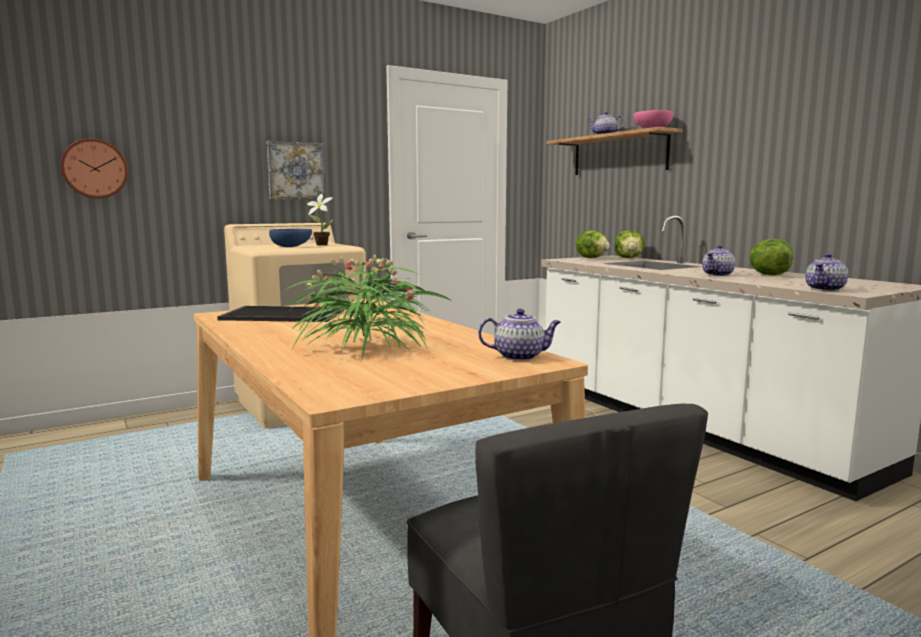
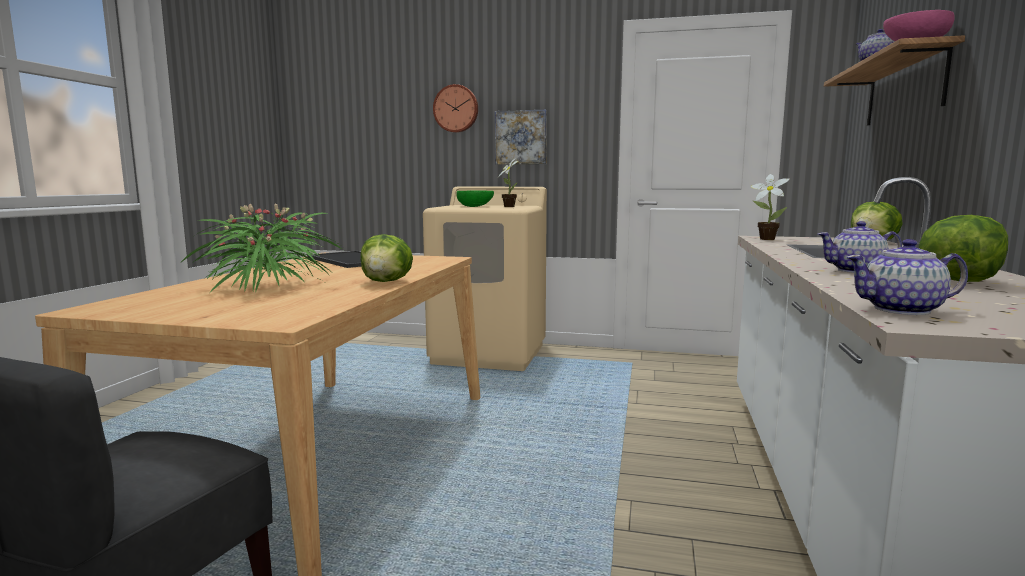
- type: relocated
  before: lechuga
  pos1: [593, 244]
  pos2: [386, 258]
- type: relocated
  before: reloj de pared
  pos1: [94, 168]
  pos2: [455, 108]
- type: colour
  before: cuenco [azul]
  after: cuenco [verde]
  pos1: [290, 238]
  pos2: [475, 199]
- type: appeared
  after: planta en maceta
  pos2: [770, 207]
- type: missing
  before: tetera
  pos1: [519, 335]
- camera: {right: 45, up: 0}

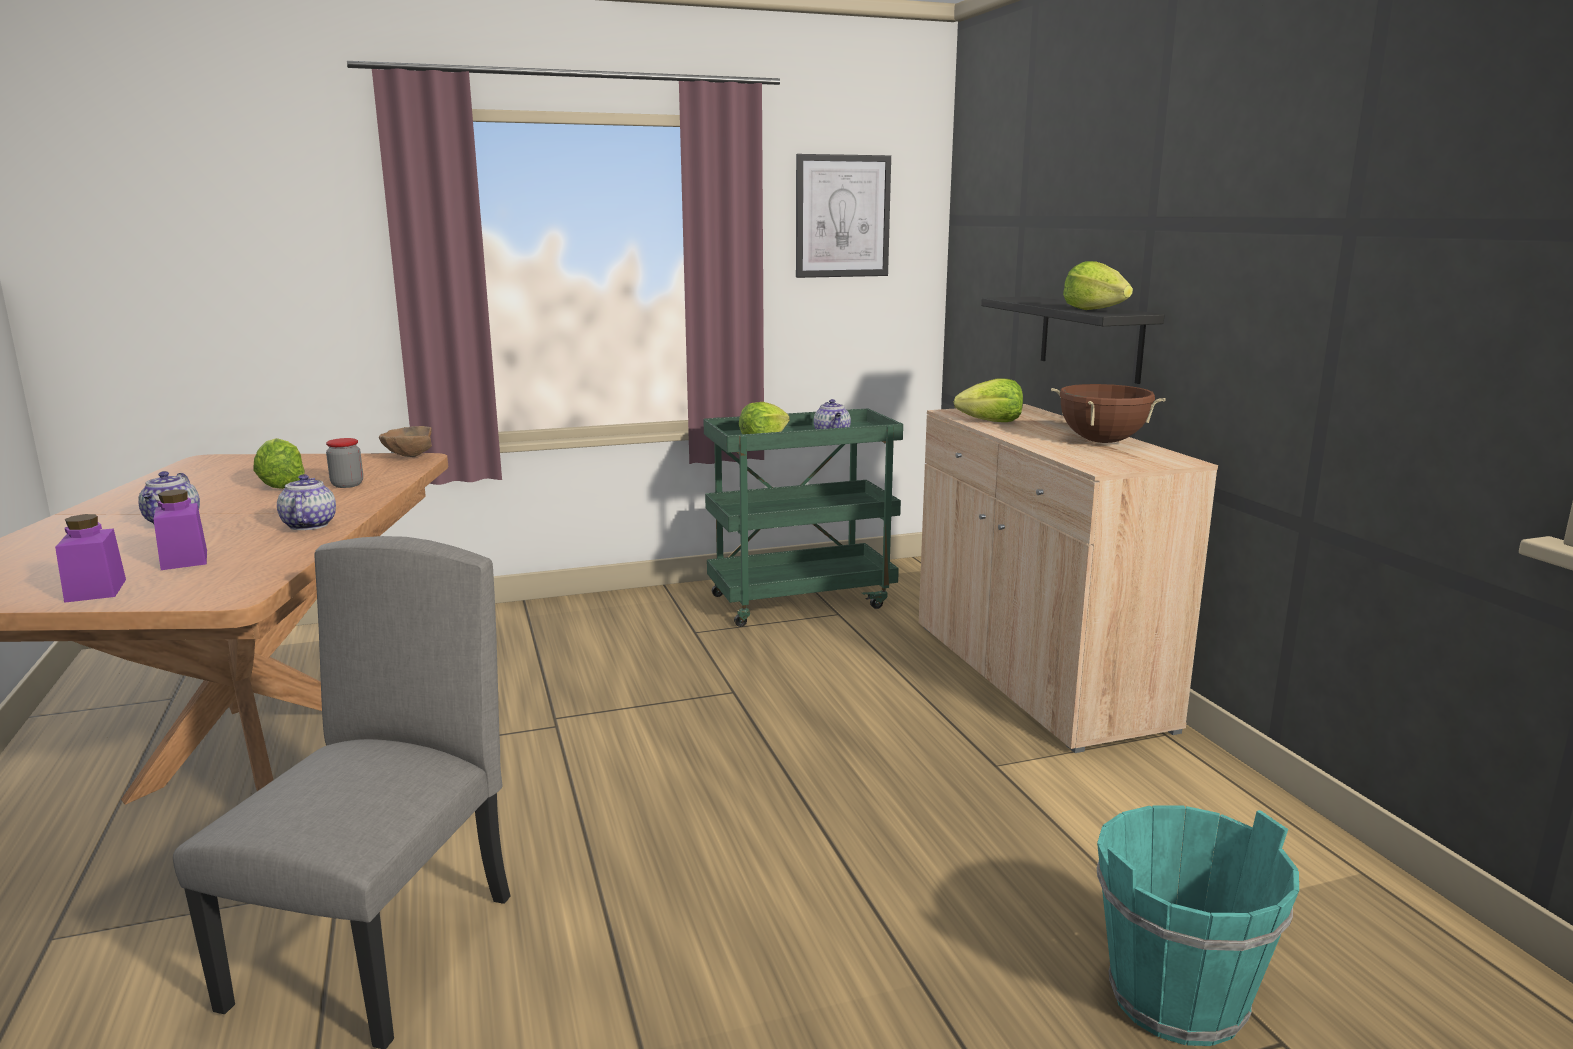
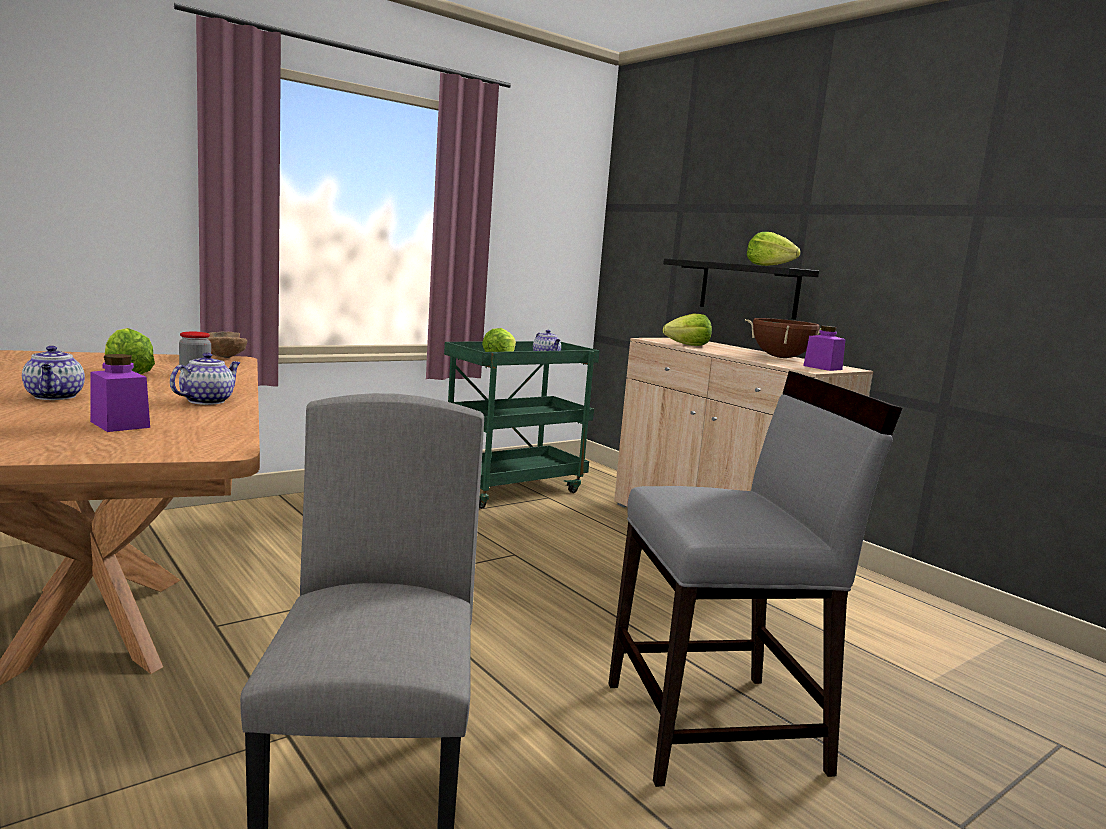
- type: spun
  before: tetera
  pos1: [306, 502]
  pos2: [205, 378]
  turn: 60
- type: appeared
  after: silla [gris]
  pos2: [755, 579]
- type: relocated
  before: tarro [morado]
  pos1: [90, 558]
  pos2: [824, 348]
- type: missing
  before: cuadro
  pos1: [843, 216]
- type: missing
  before: cubo [turquesa]
  pos1: [1197, 925]
- camera: {right: -20, up: -5}

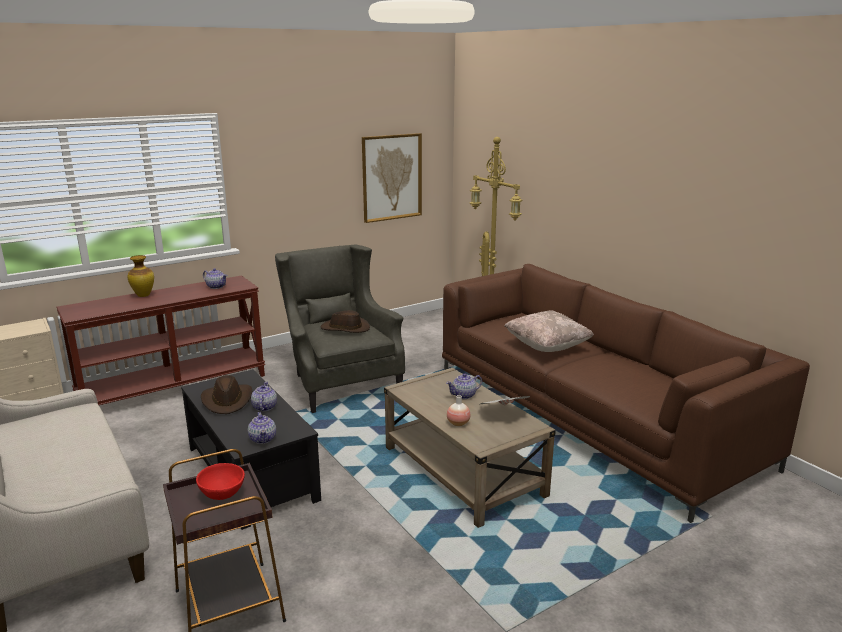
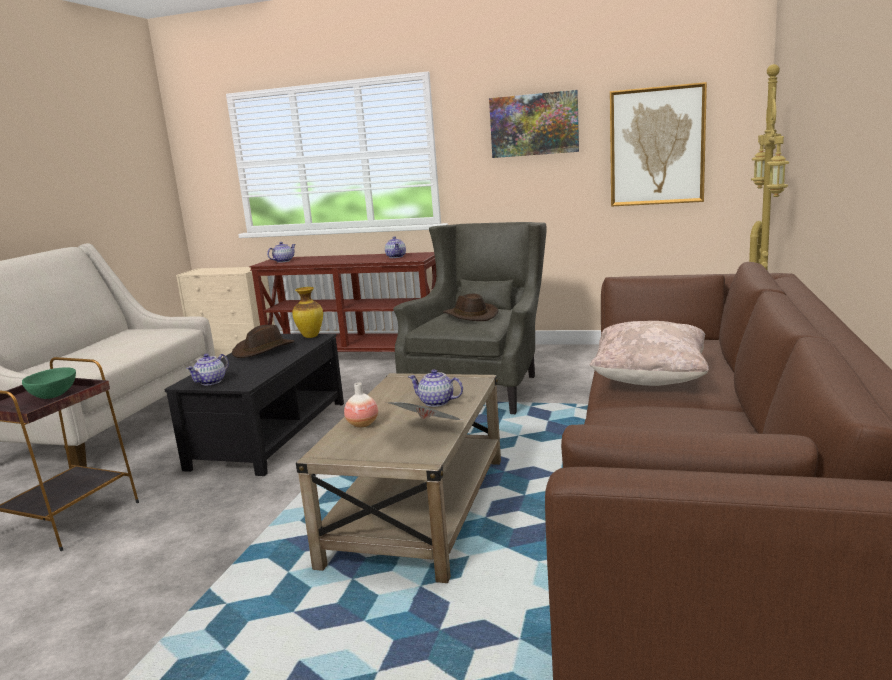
- type: colour
  before: cuenco [rojo]
  after: cuenco [verde]
  pos1: [220, 481]
  pos2: [49, 383]
- type: relocated
  before: tetera
  pos1: [264, 396]
  pos2: [281, 252]
- type: relocated
  before: florero
  pos1: [141, 276]
  pos2: [307, 312]
- type: appeared
  after: cuadro
  pos2: [534, 124]
- camera: {right: 50, up: -5}

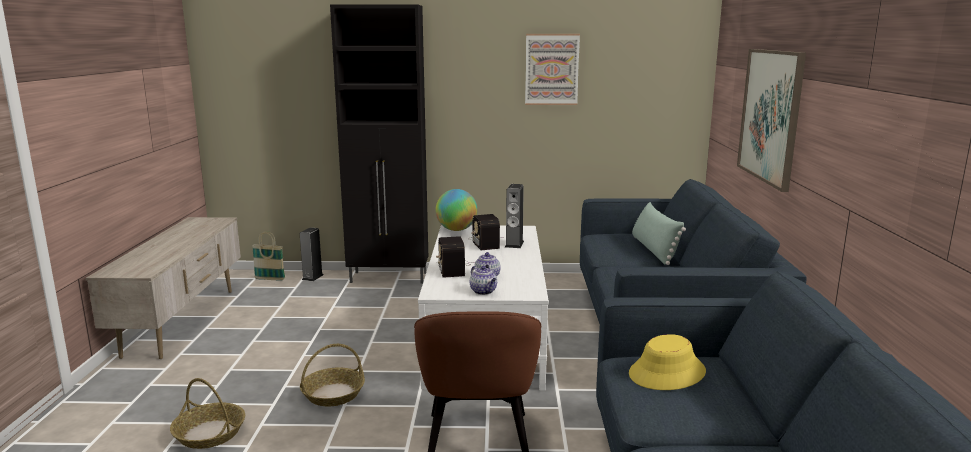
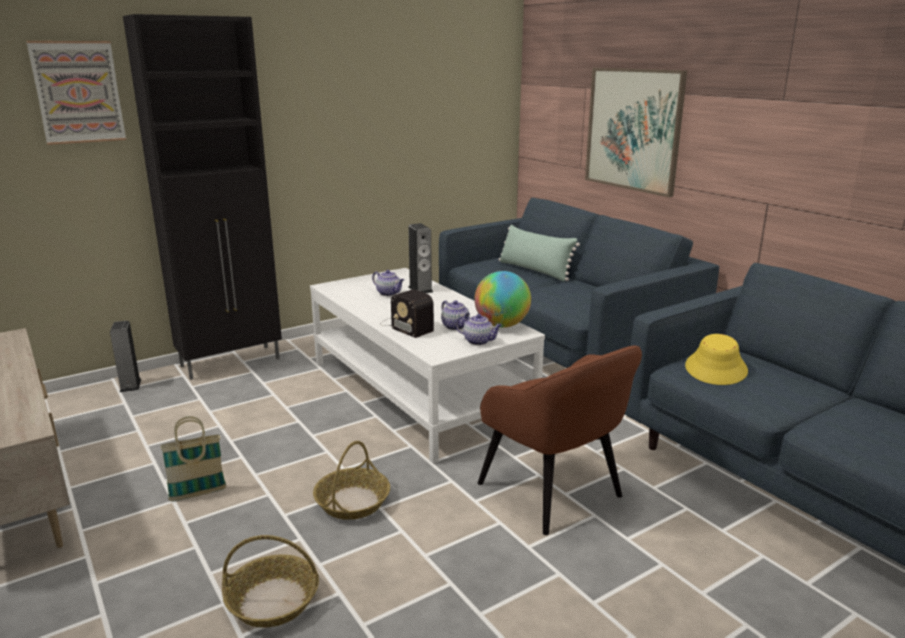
- type: relocated
  before: cuadro
  pos1: [552, 69]
  pos2: [76, 93]
- type: relocated
  before: cesta
  pos1: [269, 255]
  pos2: [193, 458]
- type: exchanged
  before: radio
  after: tetera
  pos1: [484, 232]
  pos2: [388, 283]
- type: relocated
  before: globo terráqueo
  pos1: [456, 210]
  pos2: [502, 299]
- camera: {right: -35, up: 5}

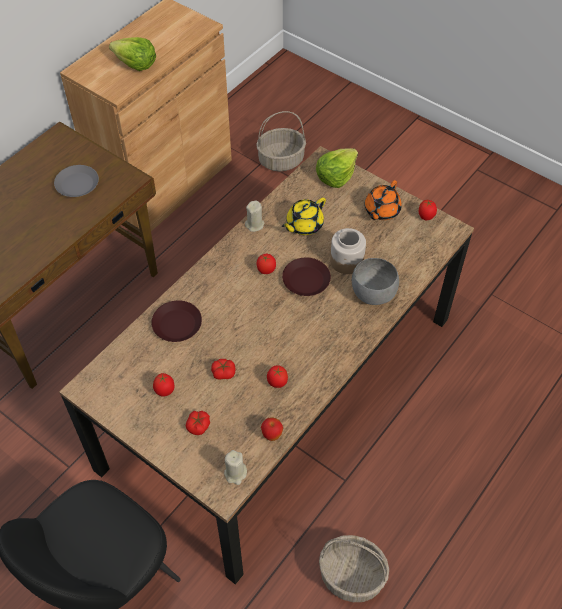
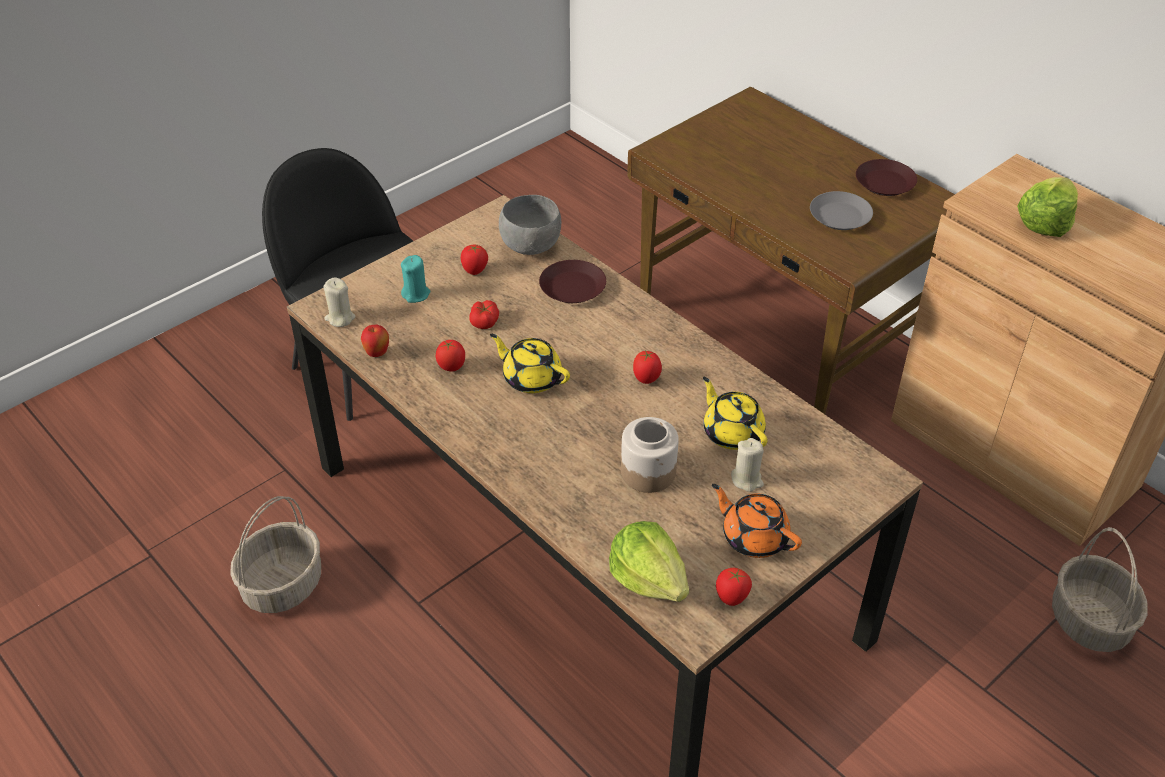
- type: exchanged
  before: tomate
  after: vela [turquesa]
  pos1: [198, 423]
  pos2: [415, 279]
- type: appeared
  after: tetera [amarillo]
  pos2: [530, 363]
- type: relocated
  before: cuenco [gris]
  pos1: [375, 281]
  pos2: [530, 225]
- type: relocated
  before: lechuga
  pos1: [337, 168]
  pos2: [649, 561]
- type: relocated
  before: vela [beis]
  pos1: [254, 216]
  pos2: [747, 465]
- type: relocated
  before: plato [marrón]
  pos1: [306, 277]
  pos2: [886, 177]
- camera: {right: 100, up: -10}

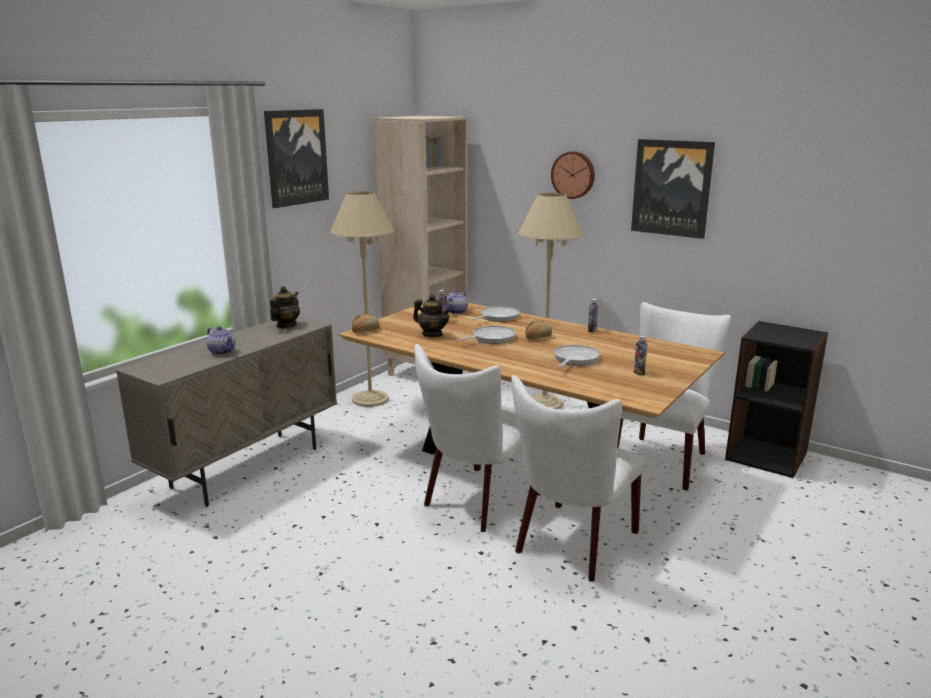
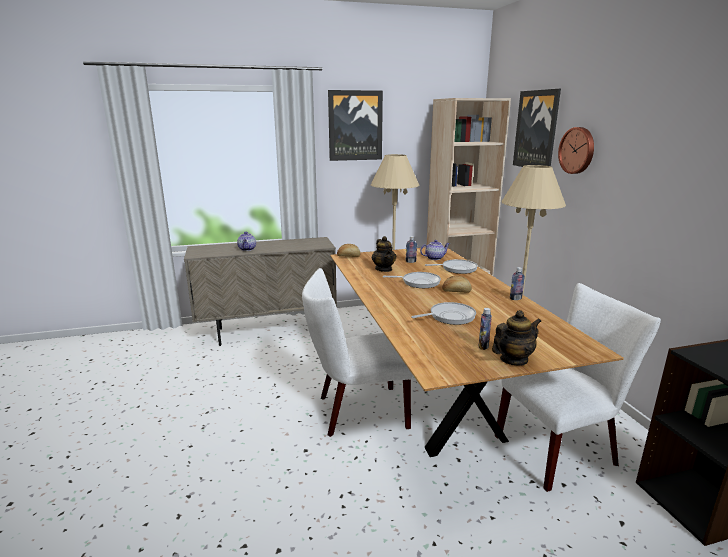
- type: relocated
  before: tetera
  pos1: [285, 307]
  pos2: [517, 338]
- type: relocated
  before: cuadro
  pos1: [673, 189]
  pos2: [537, 128]
- type: missing
  before: silla [blanco]
  pos1: [578, 478]
- camera: {right: 40, up: 0}

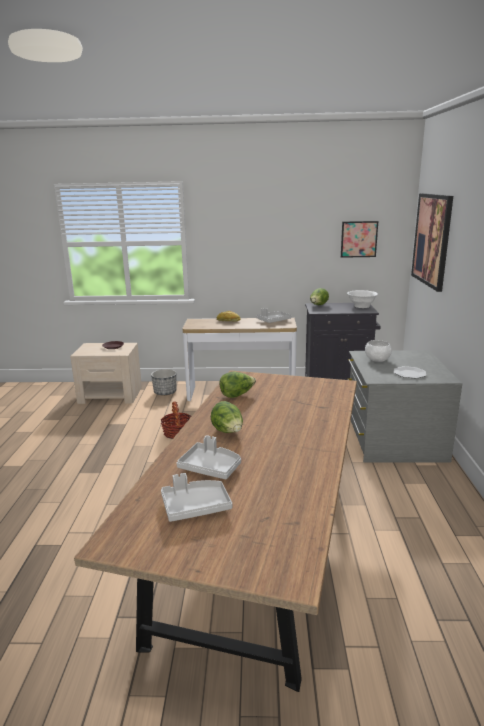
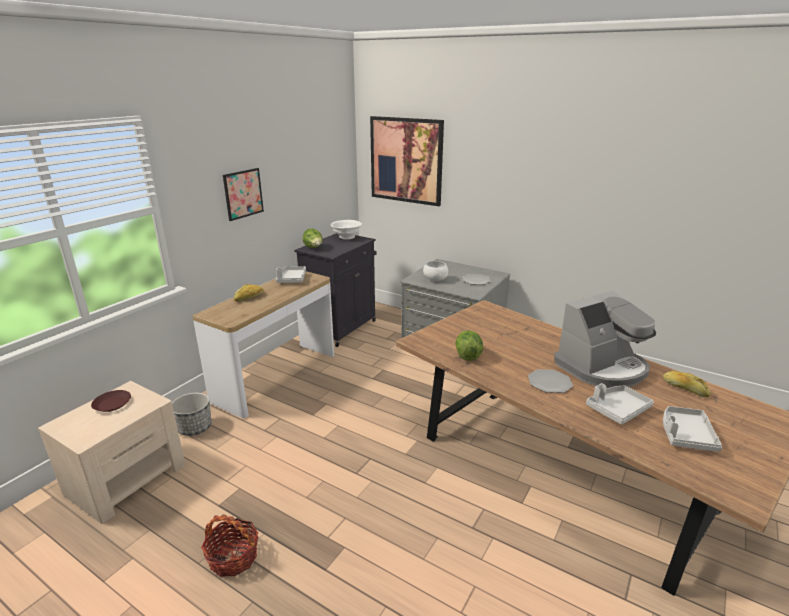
- type: relocated
  before: cesta
  pos1: [176, 420]
  pos2: [229, 545]
- type: relocated
  before: cuadro
  pos1: [359, 239]
  pos2: [243, 194]
- type: exchanged
  before: lechuga
  after: plato
  pos1: [227, 417]
  pos2: [550, 381]
- type: appeared
  after: cafetera
  pos2: [605, 339]
- type: appeared
  after: pan
  pos2: [687, 384]
- camera: {right: -60, up: 5}

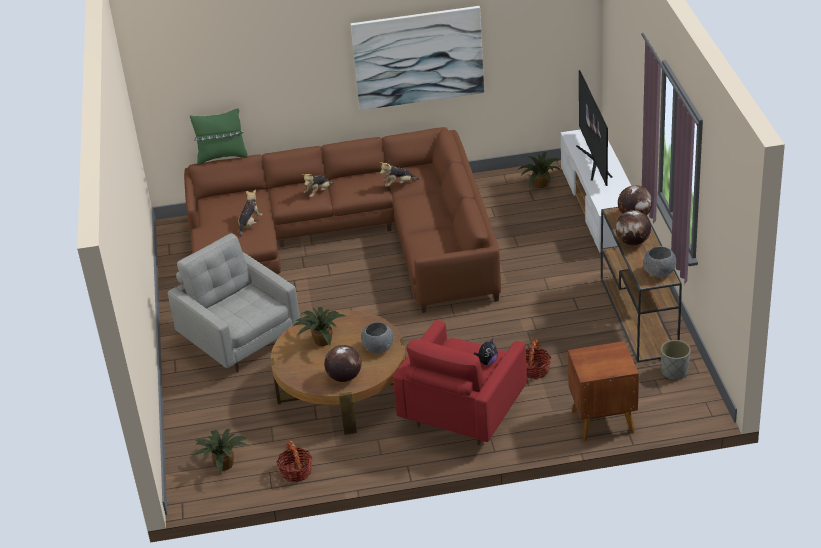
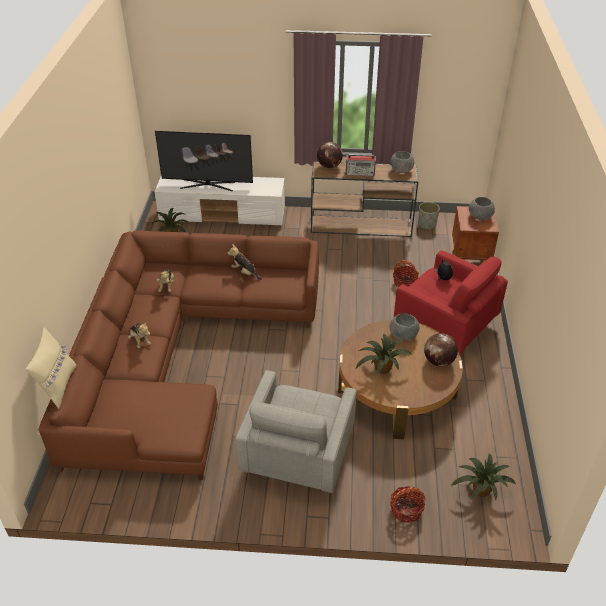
- type: colour
  before: cojín [verde]
  after: cojín [beis]
  pos1: [219, 136]
  pos2: [50, 368]
- type: relocated
  before: peluche
  pos1: [250, 213]
  pos2: [245, 262]
- type: spun
  before: sillón [gris]
  pos1: [234, 303]
  pos2: [296, 431]
  turn: -45
- type: exchanged
  before: globo terráqueo
  after: radio
  pos1: [633, 228]
  pos2: [361, 165]
- type: relocated
  before: cesta
  pos1: [294, 461]
  pos2: [408, 504]
- type: appeared
  after: cuenco [gris]
  pos2: [482, 208]
- type: missing
  before: cuadro
  pos1: [417, 58]
- camera: {right: -80, up: 5}

